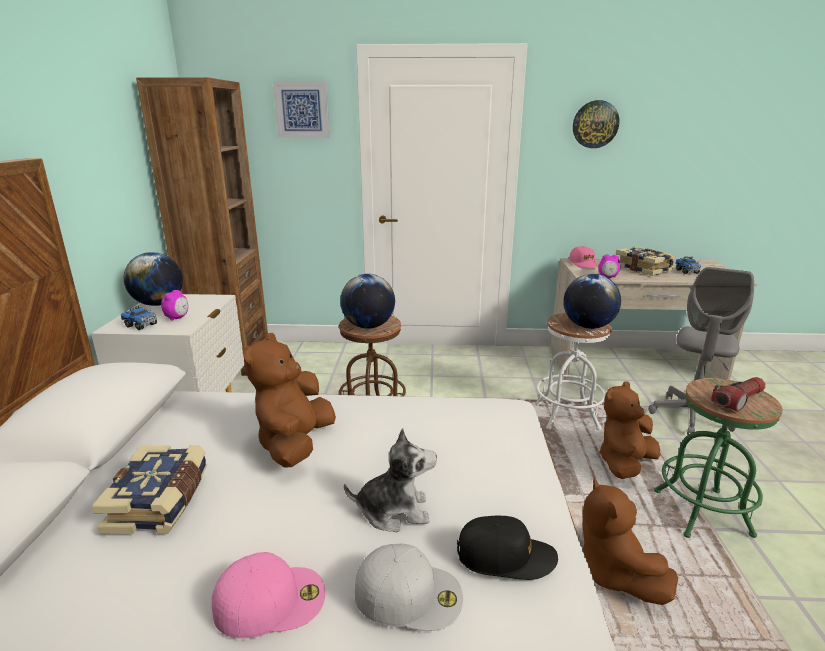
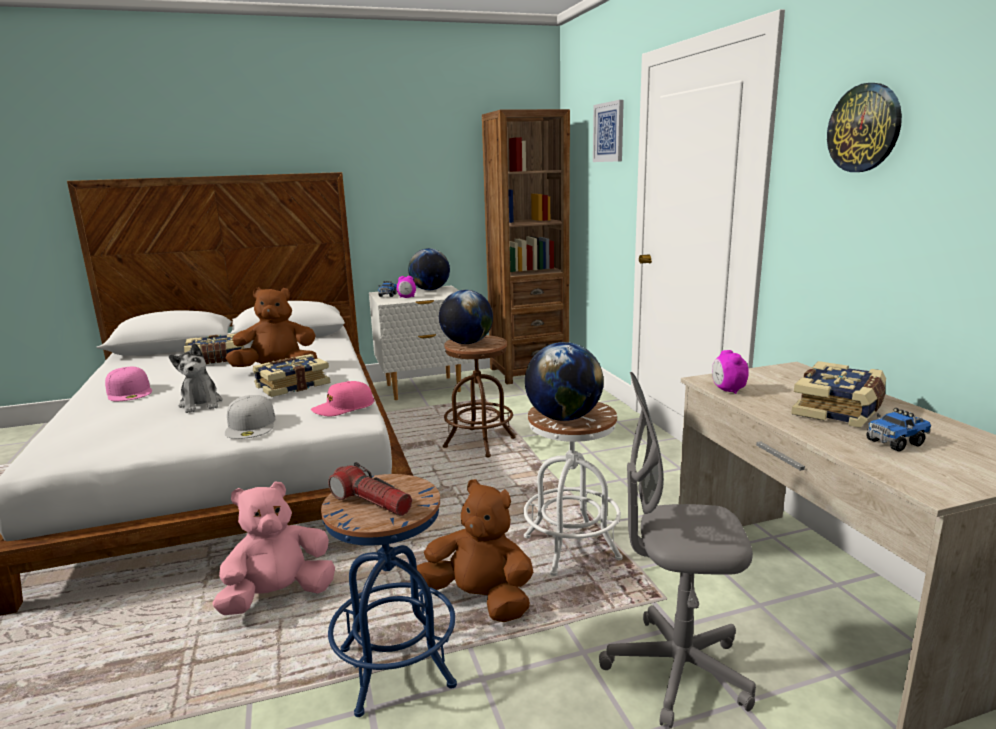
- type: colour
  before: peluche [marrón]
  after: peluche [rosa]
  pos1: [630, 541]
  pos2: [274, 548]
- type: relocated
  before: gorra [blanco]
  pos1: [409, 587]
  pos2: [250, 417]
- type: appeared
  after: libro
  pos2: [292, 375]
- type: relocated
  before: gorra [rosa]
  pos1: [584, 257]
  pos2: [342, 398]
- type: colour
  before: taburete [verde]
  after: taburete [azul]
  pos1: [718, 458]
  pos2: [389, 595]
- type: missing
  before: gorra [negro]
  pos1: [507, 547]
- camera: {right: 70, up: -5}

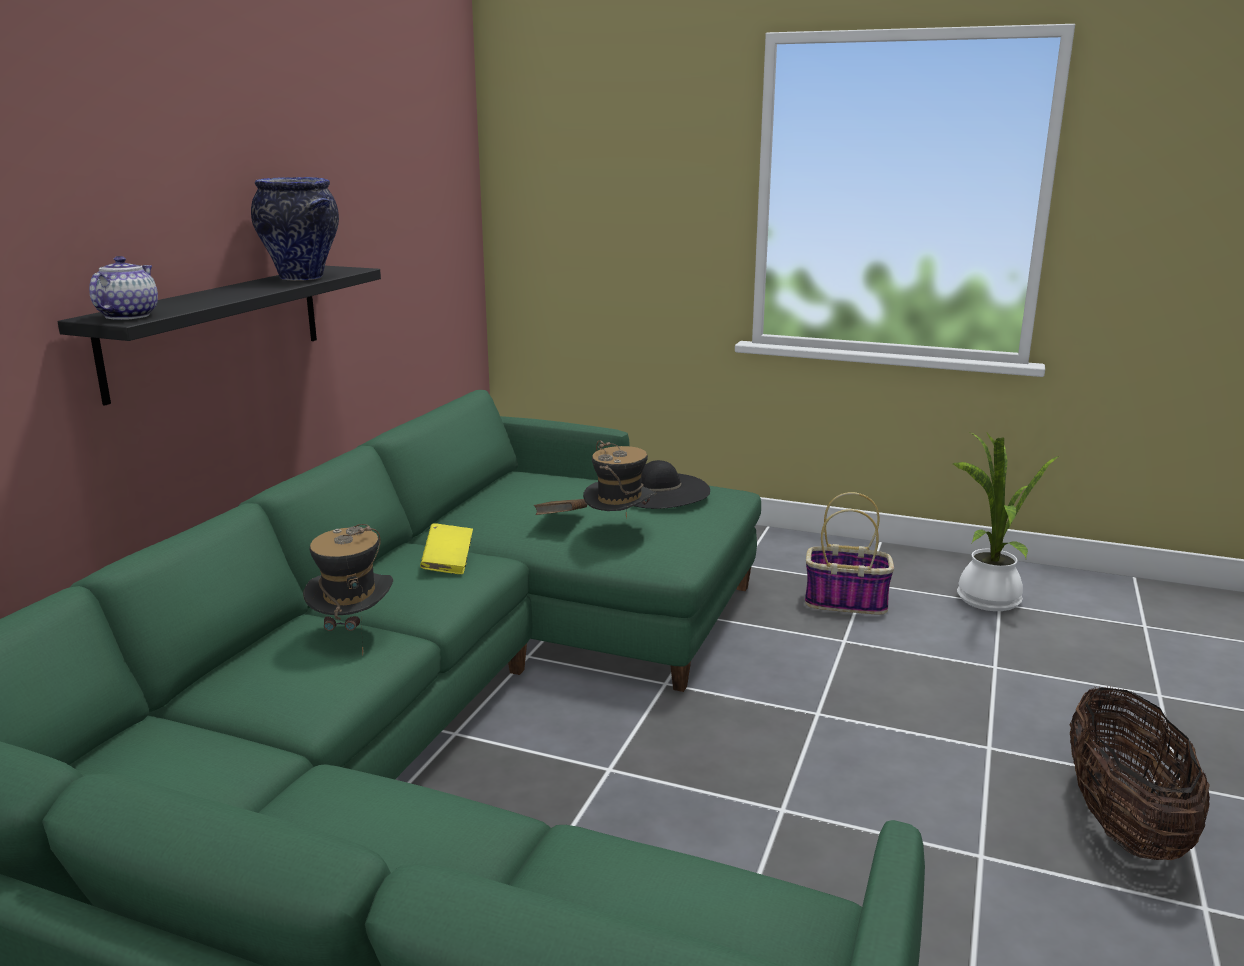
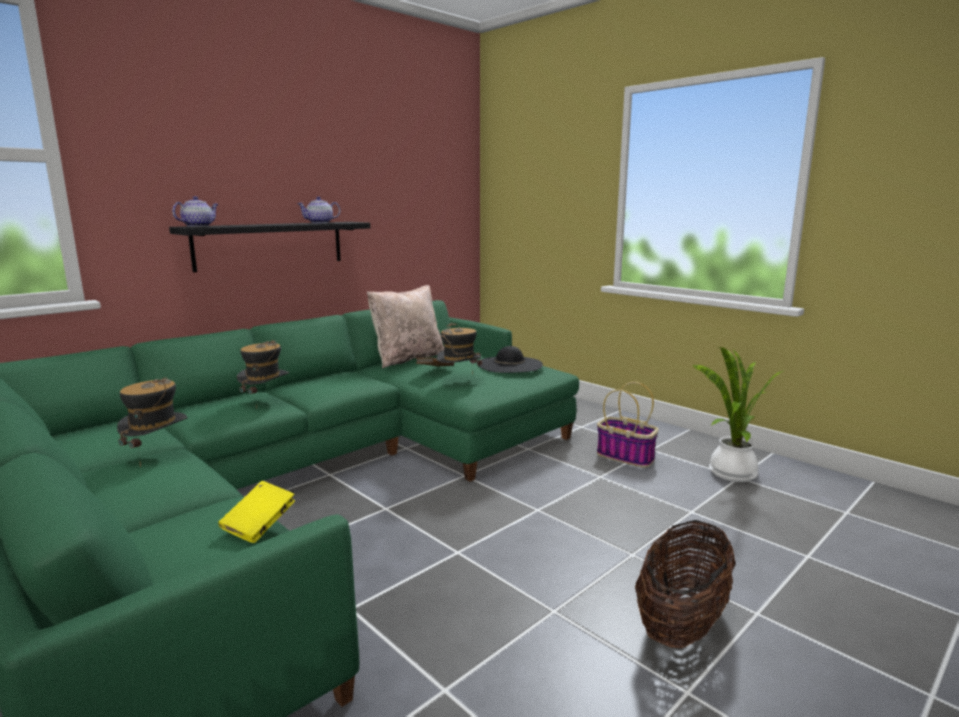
- type: appeared
  after: sombrero
  pos2: [152, 422]
- type: relocated
  before: libro [amarillo]
  pos1: [446, 548]
  pos2: [256, 512]
- type: exchanged
  before: florero
  after: tetera
  pos1: [295, 229]
  pos2: [318, 210]
- type: appeared
  after: cojín [beis]
  pos2: [405, 326]
- camera: {right: 25, up: -5}

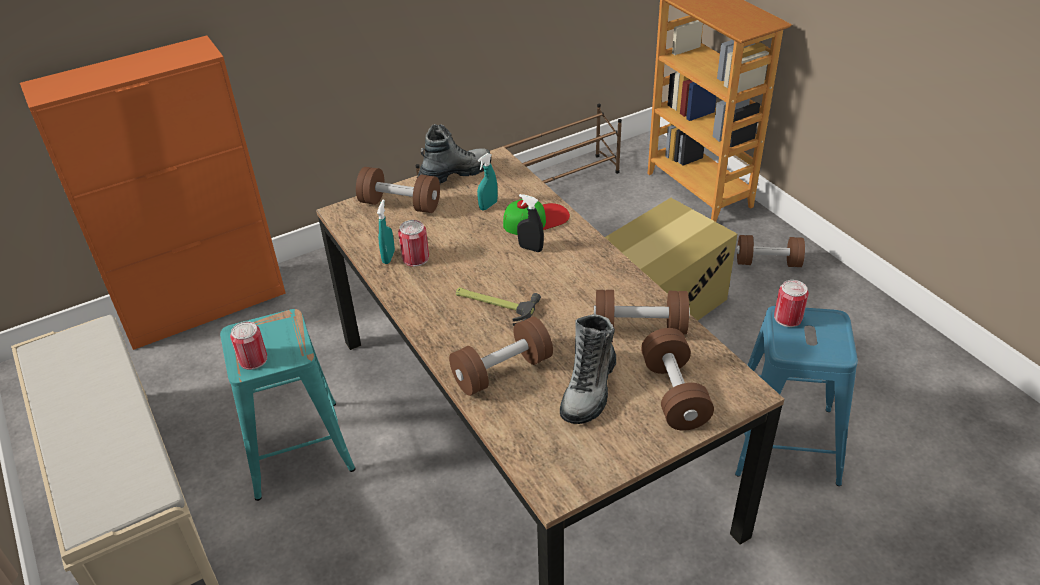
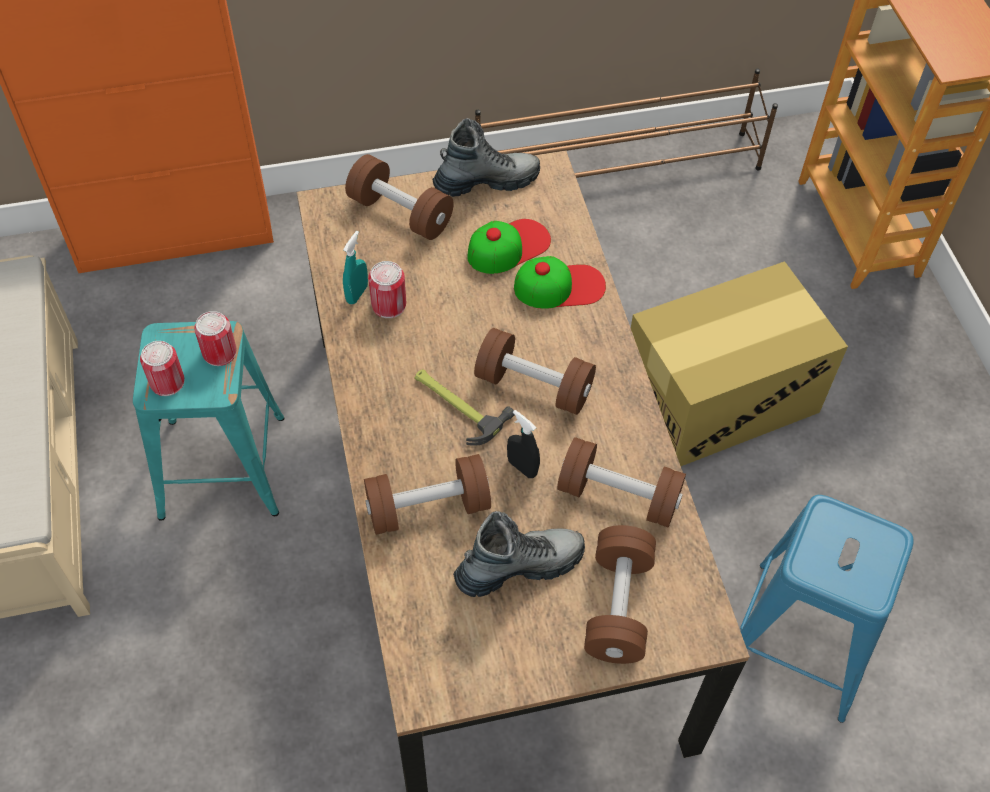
- type: relocated
  before: lata
  pos1: [791, 303]
  pos2: [215, 338]
- type: spun
  before: bota
  pos1: [588, 369]
  pos2: [519, 554]
  turn: -150
- type: exchanged
  before: pulverizador [turquesa]
  after: gorra
  pos1: [487, 181]
  pos2: [509, 246]
- type: relocated
  before: mancuerna [marrón]
  pos1: [771, 251]
  pos2: [535, 371]
- type: relocated
  before: pulverizador [negro]
  pos1: [530, 223]
  pos2: [523, 444]
- camera: {right: 15, up: 15}

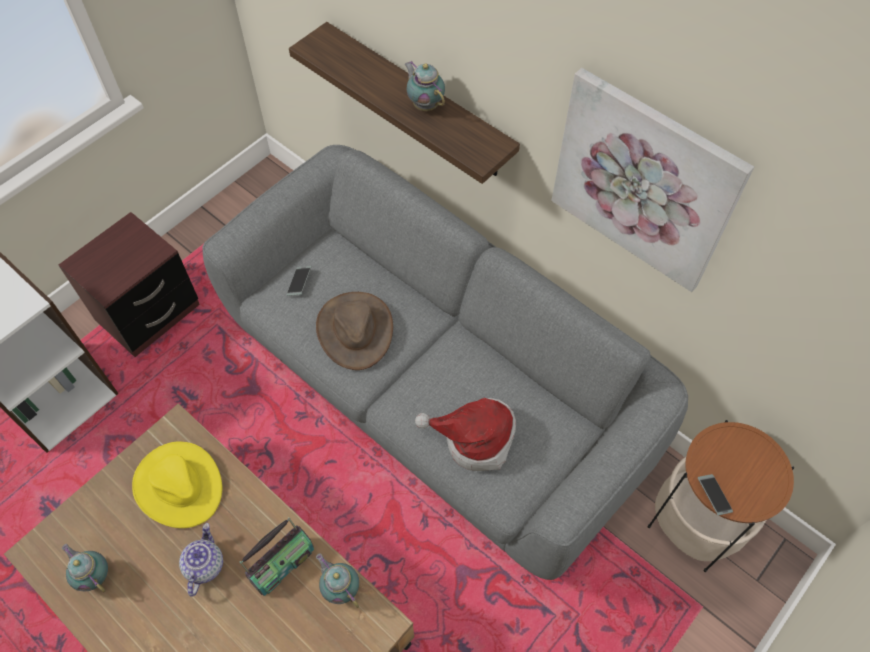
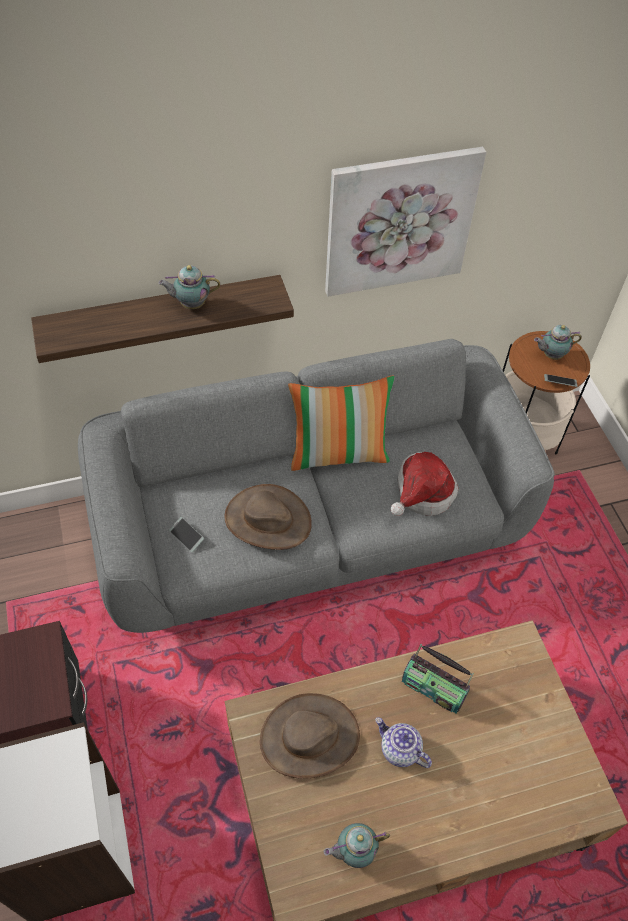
- type: colour
  before: sombrero [amarillo]
  after: sombrero [marrón]
  pos1: [177, 485]
  pos2: [310, 736]
- type: appeared
  after: cojín
  pos2: [341, 423]
- type: spun
  before: radio
  pos1: [276, 556]
  pos2: [438, 678]
  turn: 135
- type: relocated
  before: tetera
  pos1: [337, 580]
  pos2: [558, 342]
- camera: {right: -60, up: -5}

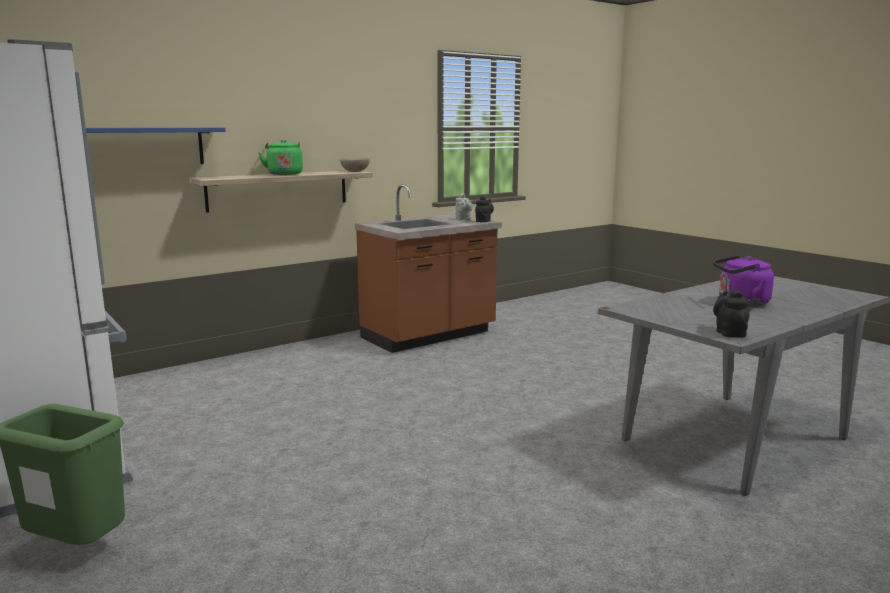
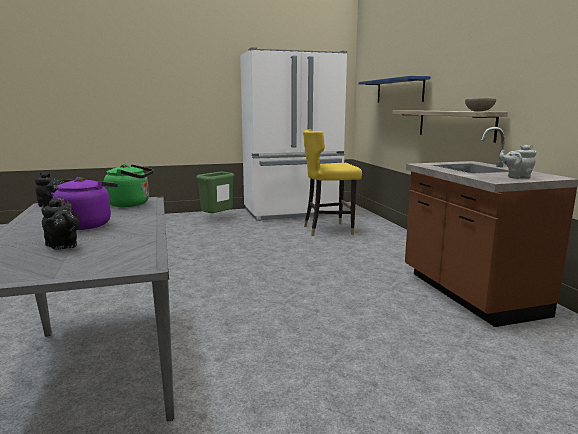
- type: relocated
  before: tetera [negro]
  pos1: [484, 209]
  pos2: [61, 224]
- type: relocated
  before: hervidor [verde]
  pos1: [281, 157]
  pos2: [129, 185]
- type: appeared
  after: silla [amarillo]
  pos2: [332, 182]
- camera: {right: 110, up: 0}

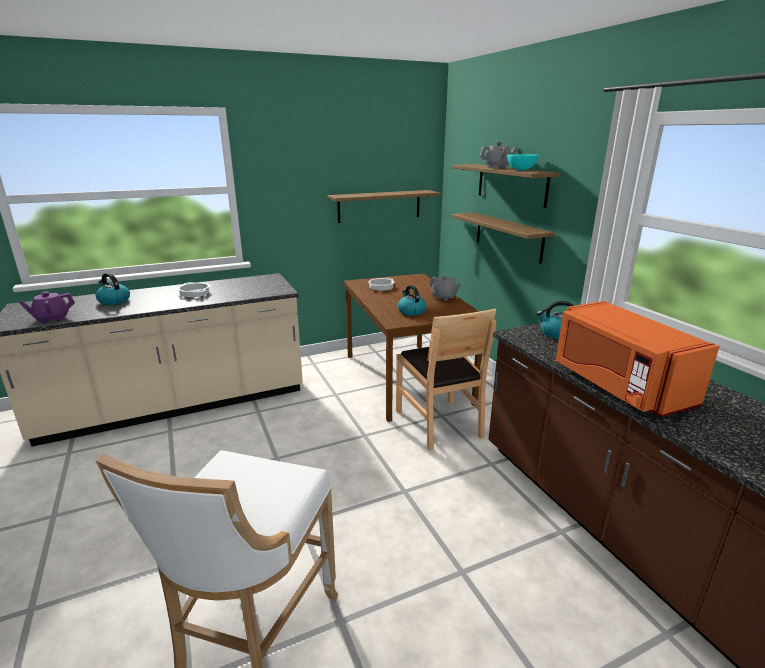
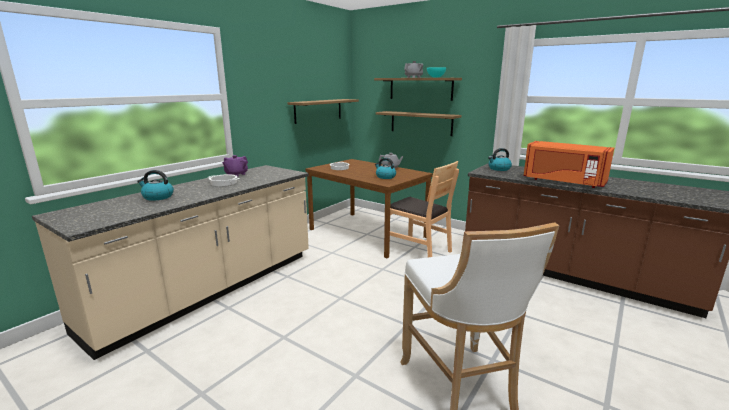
- type: relocated
  before: tetera [morado]
  pos1: [47, 307]
  pos2: [235, 166]
- camera: {right: -30, up: -5}

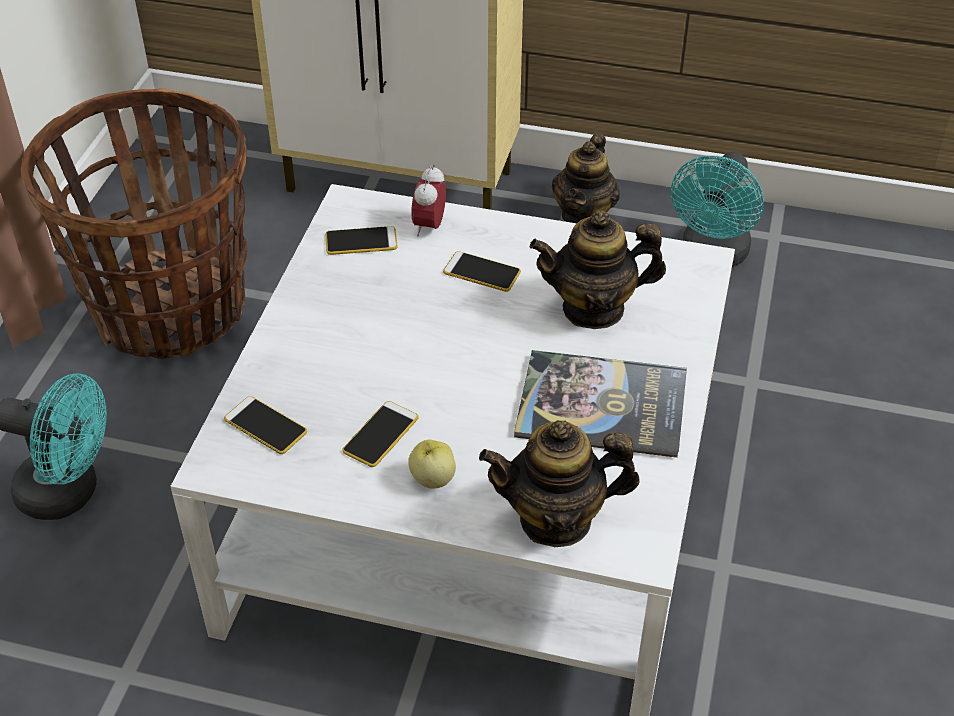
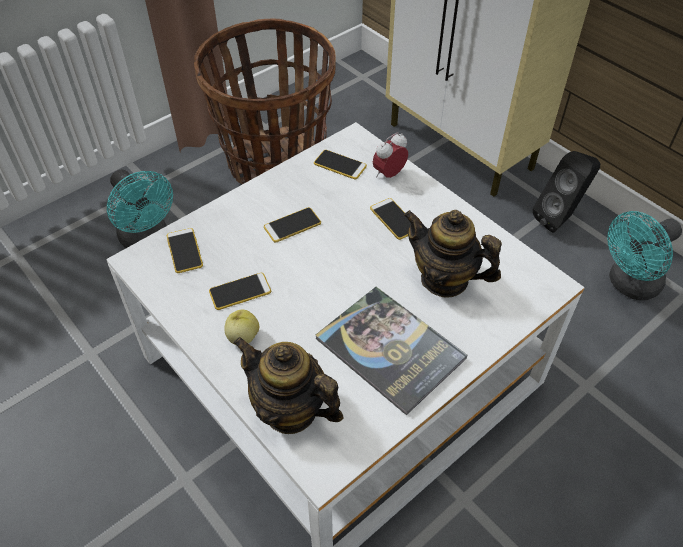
- type: appeared
  after: móvil
  pos2: [292, 225]
- type: exchanged
  before: tetera
  after: altavoz [negro]
  pos1: [586, 178]
  pos2: [566, 192]
- camera: {right: 35, up: 5}

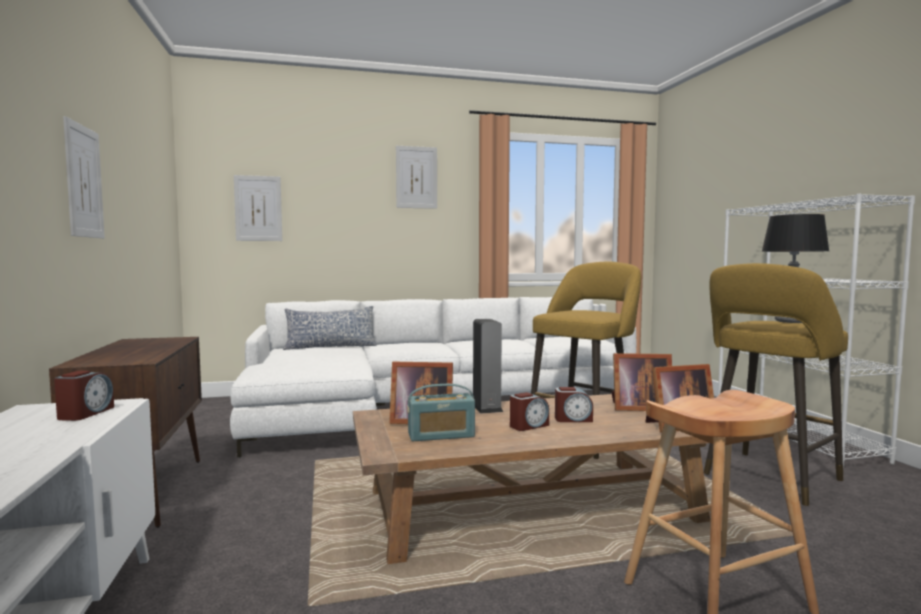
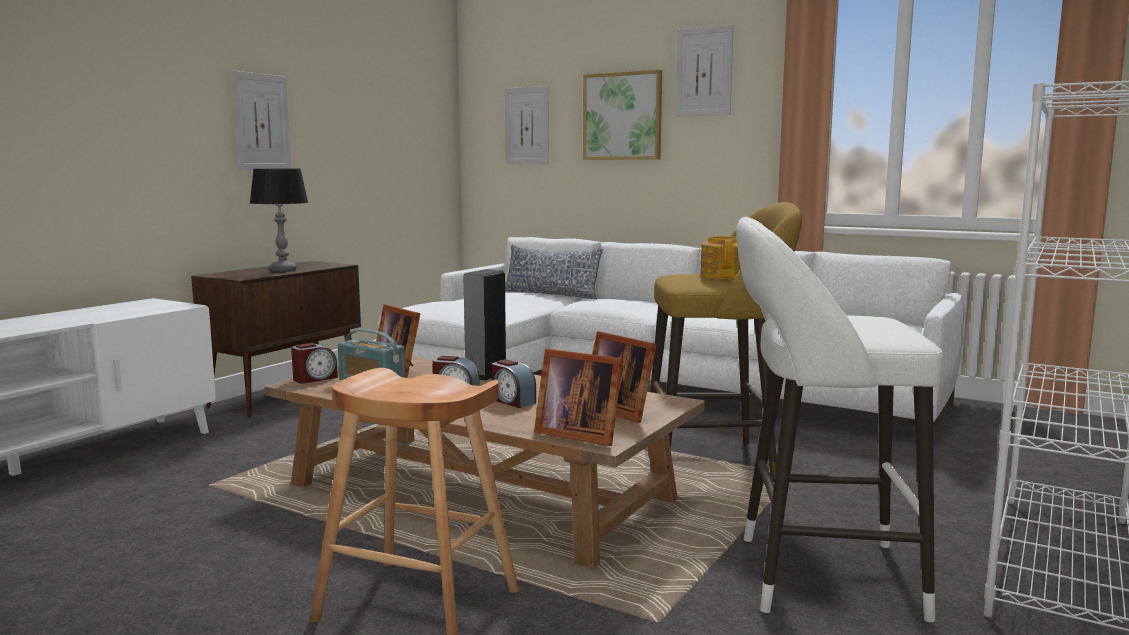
- type: relocated
  before: lámpara de mesa
  pos1: [795, 268]
  pos2: [279, 220]
- type: relocated
  before: despertador
  pos1: [84, 396]
  pos2: [314, 363]
- type: appeared
  after: cuadro
  pos2: [622, 115]
- type: appeared
  after: tetera
  pos2: [720, 257]
- type: colour
  before: taburete [amarillo]
  after: taburete [blanco]
  pos1: [776, 384]
  pos2: [840, 419]
- camera: {right: 45, up: 5}

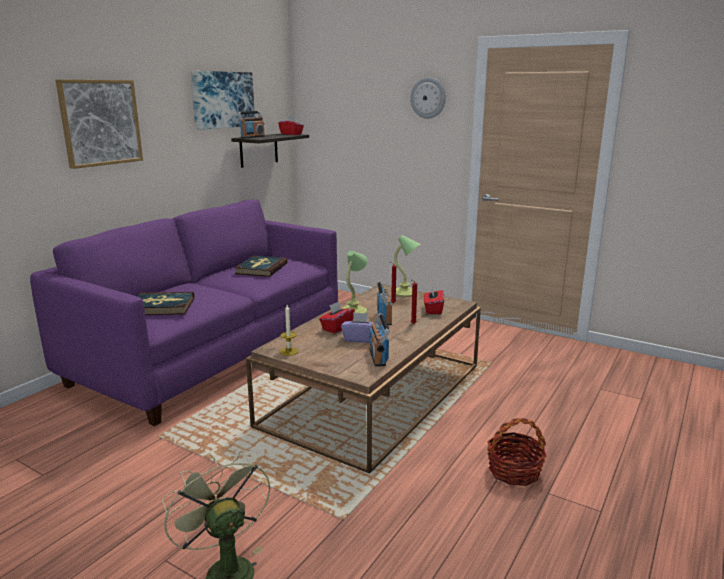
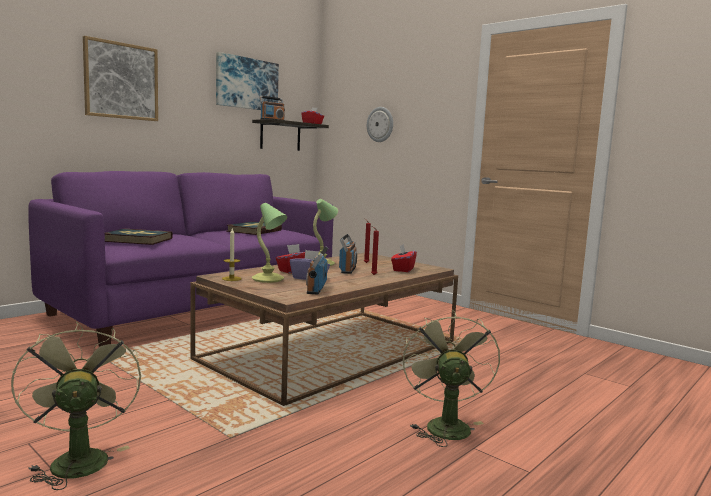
- type: relocated
  before: lámpara de mesa
  pos1: [407, 266]
  pos2: [269, 243]
- type: relocated
  before: reloj de pared
  pos1: [428, 98]
  pos2: [380, 124]
- type: exchanged
  before: cesta
  after: ventilador [verde]
  pos1: [517, 452]
  pos2: [451, 378]
- camera: {right: 10, up: -10}

